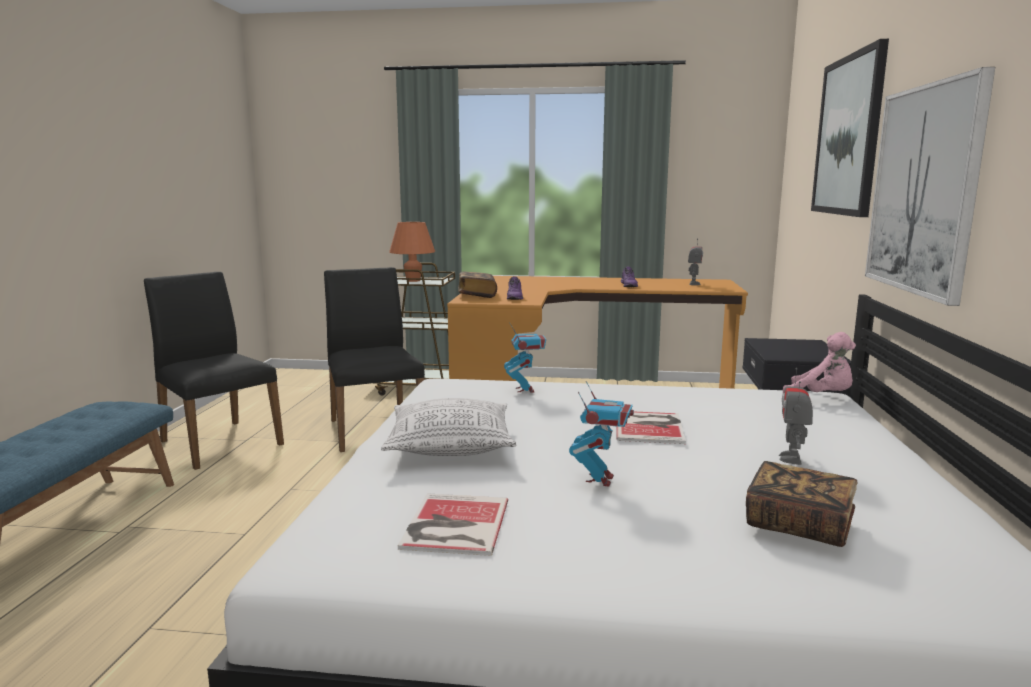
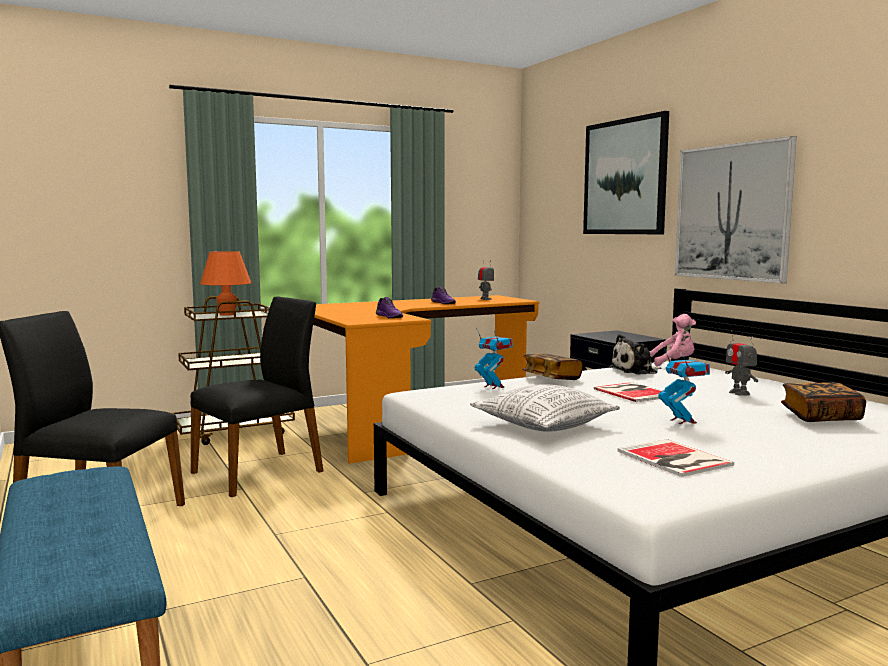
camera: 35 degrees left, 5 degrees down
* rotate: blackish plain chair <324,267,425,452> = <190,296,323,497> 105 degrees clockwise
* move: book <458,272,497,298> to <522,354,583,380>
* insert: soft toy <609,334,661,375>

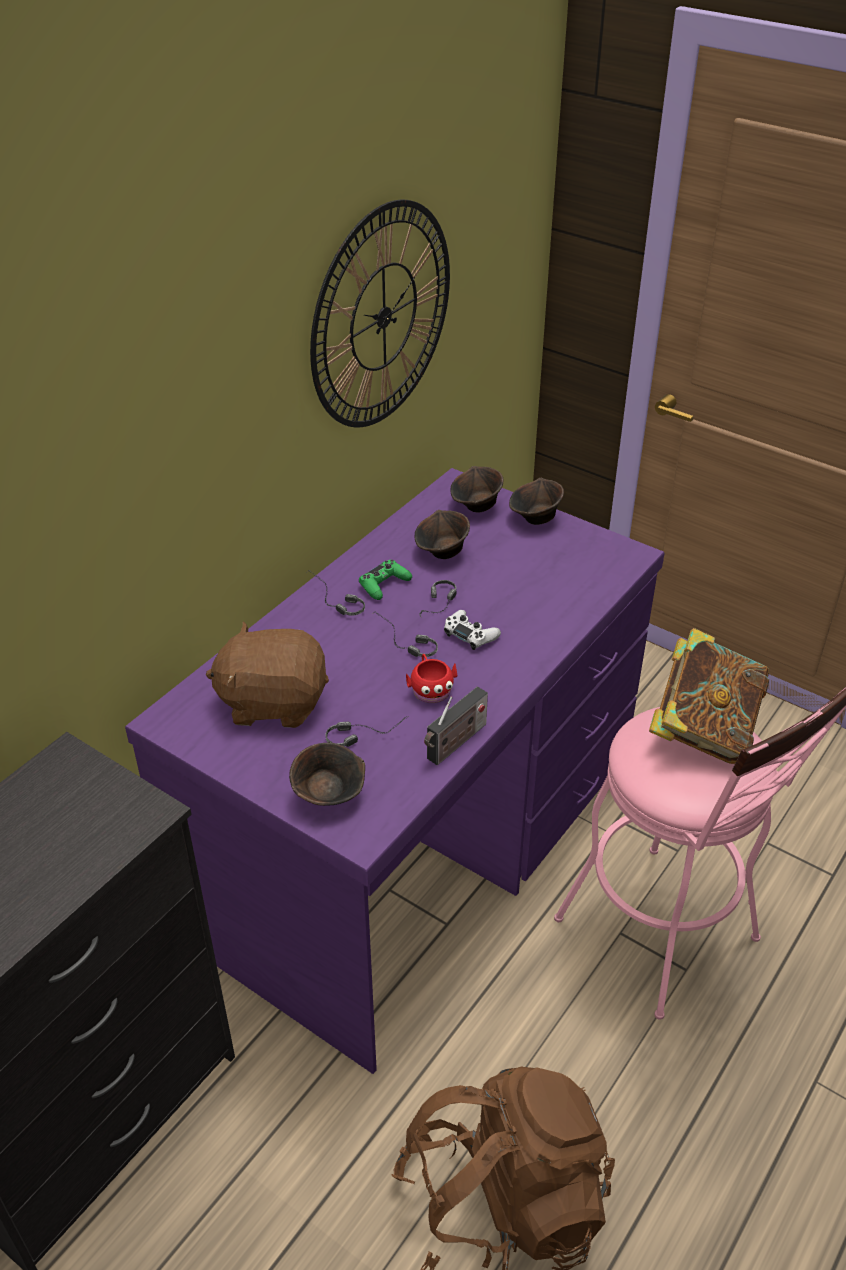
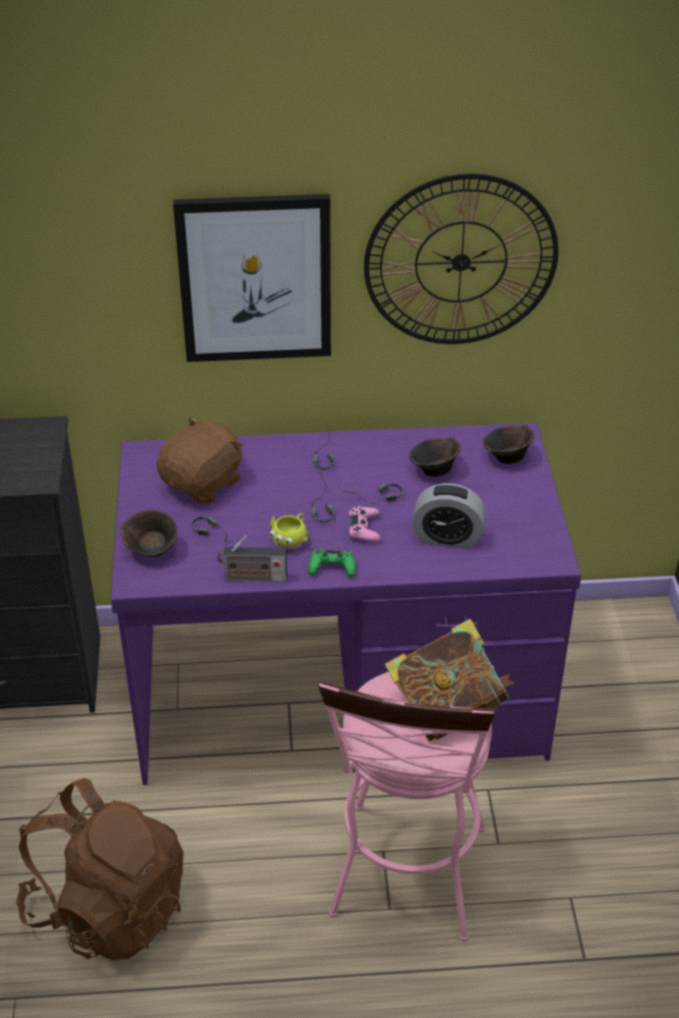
camera: 50 degrees right, 0 degrees up
* delete: brownish serving bowl <509,478,564,525>
* move: green-coloured game controller <359,560,412,600> to <308,549,356,578>
* recolor: whitish game controller <444,610,501,650> to pink game controller <349,506,380,542>
* rotate: brownish soft toy <206,621,329,728> = <156,417,243,504> 75 degrees clockwise
* recolor: red coffee mug <406,654,457,703> to yellowish coffee mug <270,513,309,551>
* insert: picture <173,194,331,362>
* insert: alarm clock <412,483,485,549>

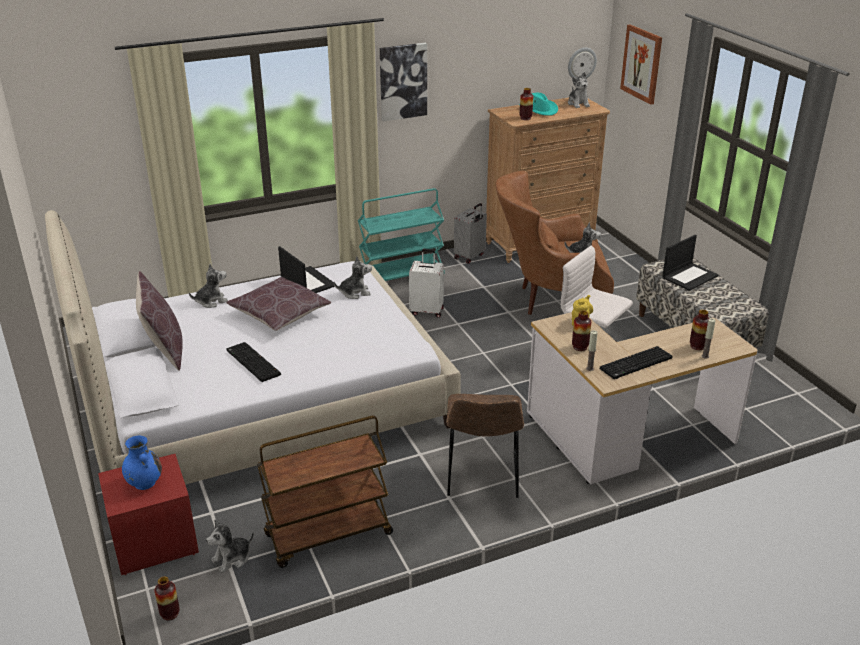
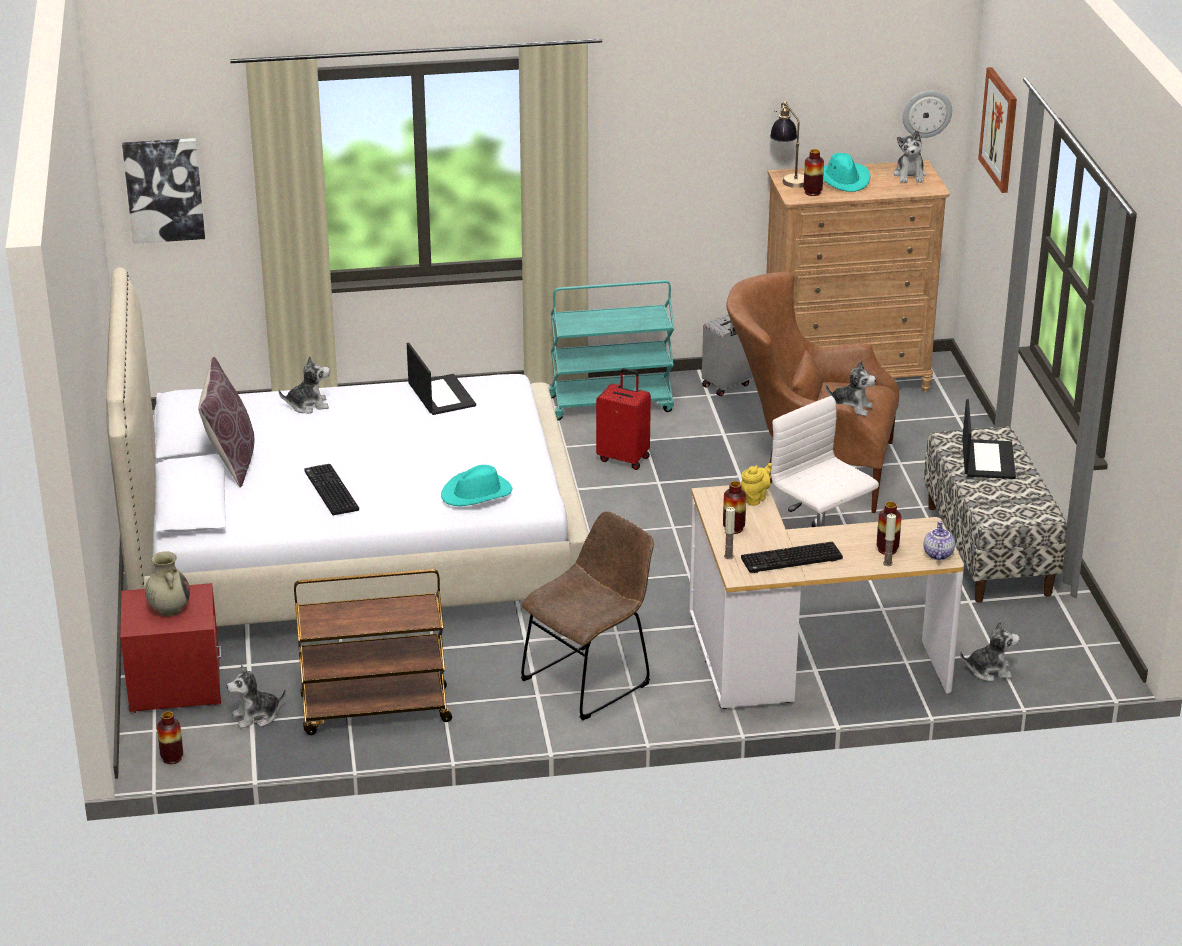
camera: 15 degrees right, 0 degrees up
* move: picture <380,43,427,122> to <122,138,205,244>
* rotate: portable computer <662,235,718,291> = <962,399,1016,479> 60 degrees counterclockwise
* recolor: whitish piece of luggage <409,249,444,318> to red piece of luggage <596,368,651,470>
* move: soft toy <334,256,372,299> to <960,621,1020,682>
* delete: brownish cushion <227,277,331,331>
* rotate: brownish plain chair <446,394,524,498> = <521,511,654,720> 150 degrees counterclockwise
* recolor: bluish decorative vase <122,436,162,490> to sand-coloured decorative vase <145,551,190,616>
* insert: tabletop lamp <770,101,804,188>
* insert: turquoise-coloured wearable hat <441,465,512,506>
* insert: pot for tea <923,521,955,560>

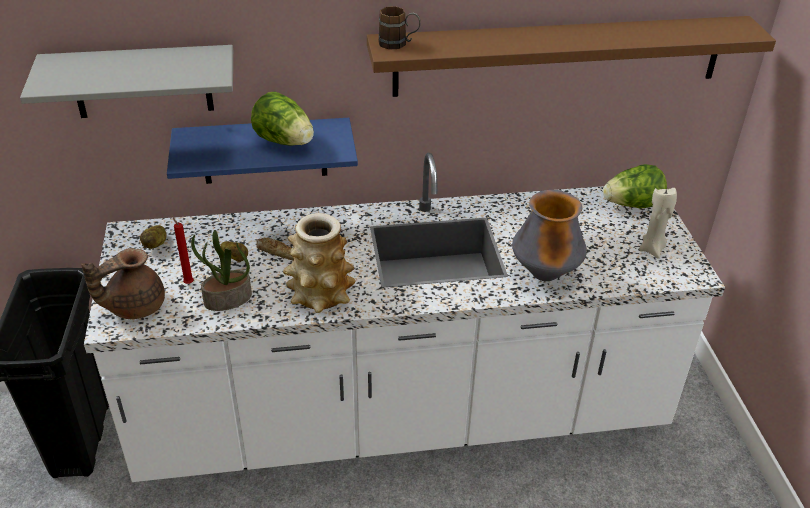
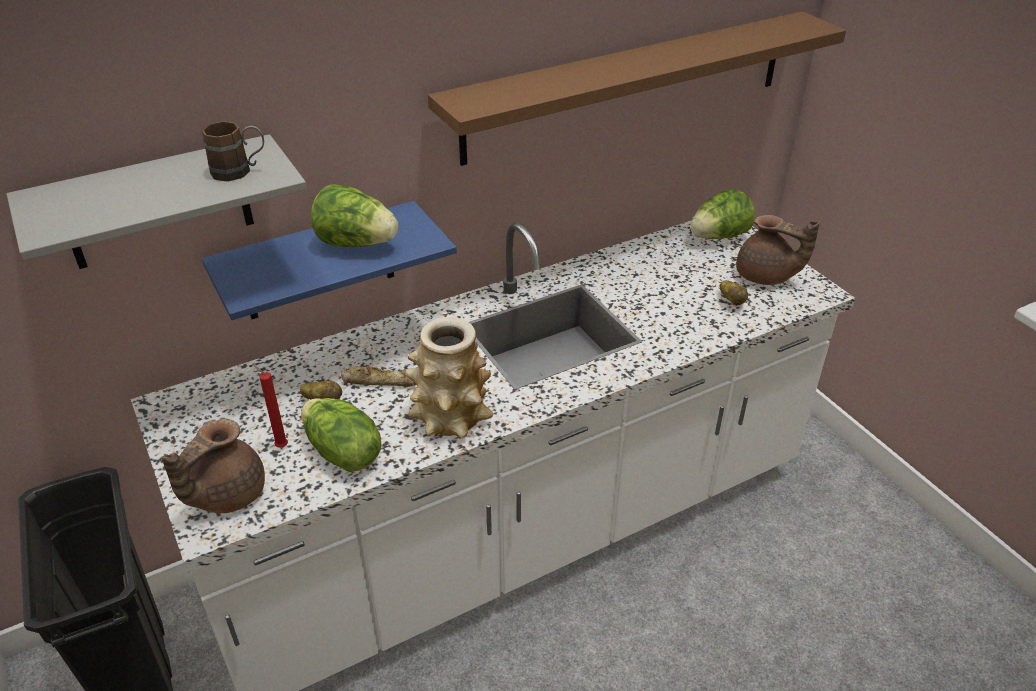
camera: 20 degrees left, 0 degrees up
* move: brownish coffee mug <379,6,421,50> to <202,121,264,181>
* replace: sand-coloured candle <639,188,677,259> to brownish pot for tea <736,215,820,285>
* delete: decorative vase <512,190,587,281>
* move: spud <140,225,167,249> to <719,280,748,306>
* replace: potted plant <191,230,252,311> to lettuce head <301,398,382,472>

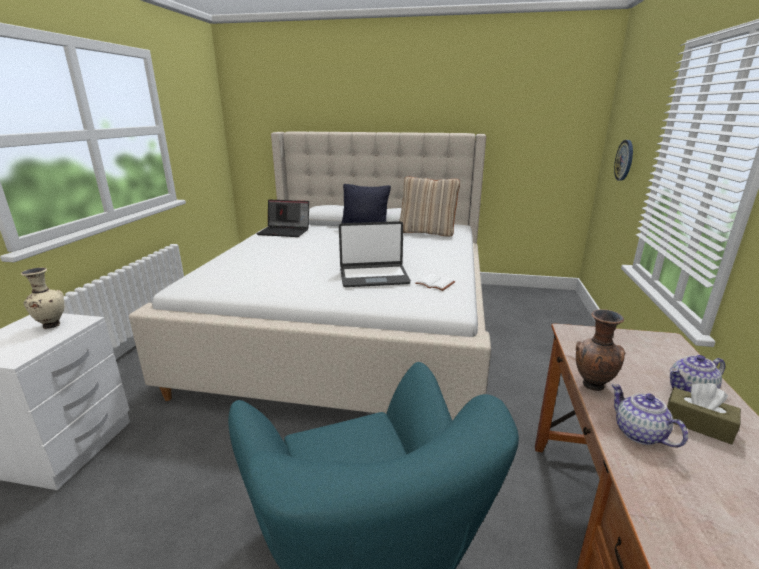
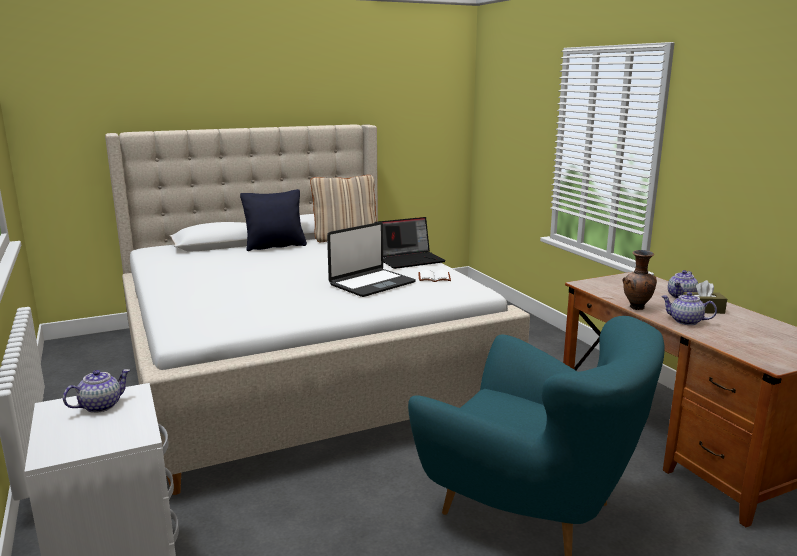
camera: 35 degrees left, 5 degrees down
* delete: clock on the wall <614,140,633,181>
* move: portable computer <257,199,309,237> to <375,217,446,269>
* replace: sand-coloured decorative vase <21,268,64,329> to pot for tea <63,369,130,413>

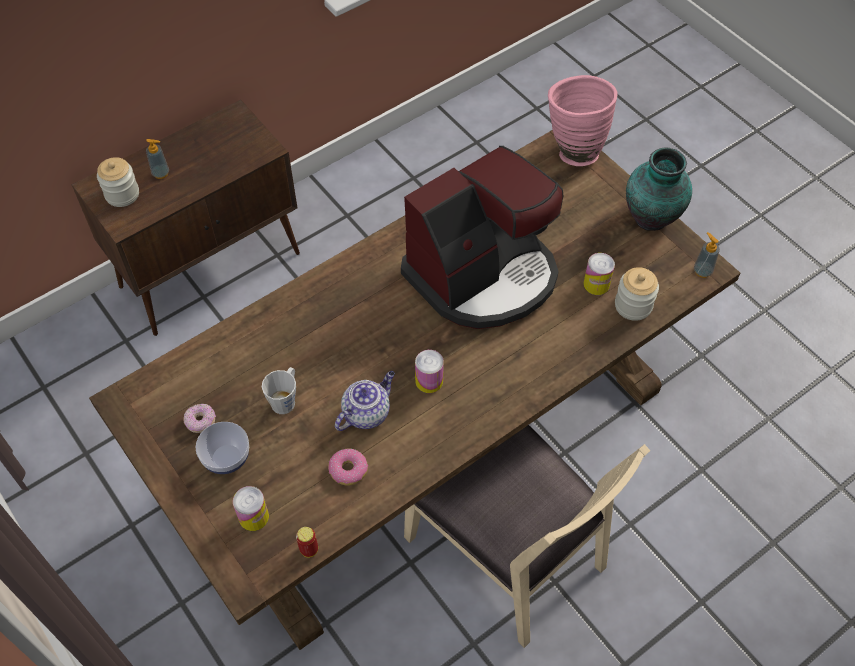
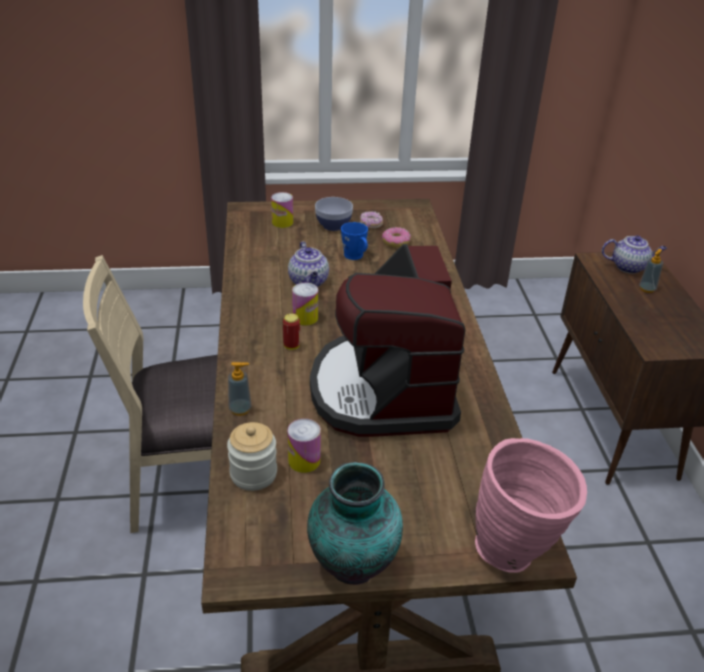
camera: 120 degrees right, 20 degrees down
* replace: jar <97,157,139,207> to pot for tea <602,235,667,274>
* move: soap bottle <694,232,720,278> to <228,362,252,416>
* recolor: grey coffee mug <262,367,296,414> to bluish coffee mug <341,222,368,260>
* move: ring doughnut <328,448,368,486> to <382,227,411,248>
* move: can <296,527,318,557> to <283,314,300,350>

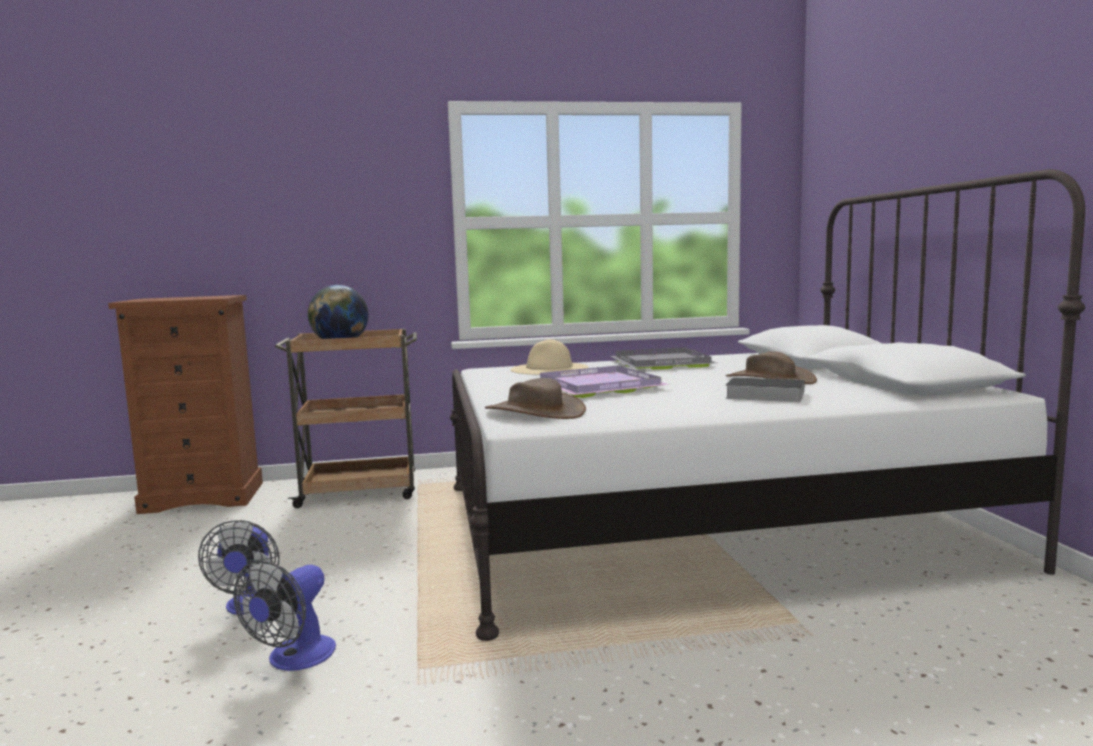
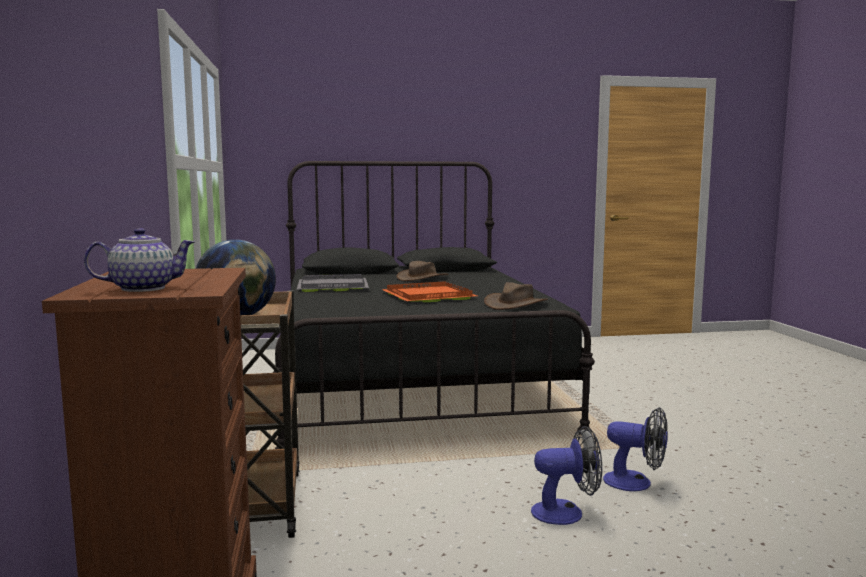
camera: 90 degrees left, 0 degrees up
* recolor: whitish bedroom bed <450,169,1085,641> to blackish bedroom bed <273,161,595,449>
* delete: sand-coloured wearable hat <510,339,588,375>
* recolor: purple-coloured serving tray <540,366,670,398> to orange-coloured serving tray <381,281,477,302>
* delete: book <725,377,805,402>
* insert: pot for tea <84,228,195,292>

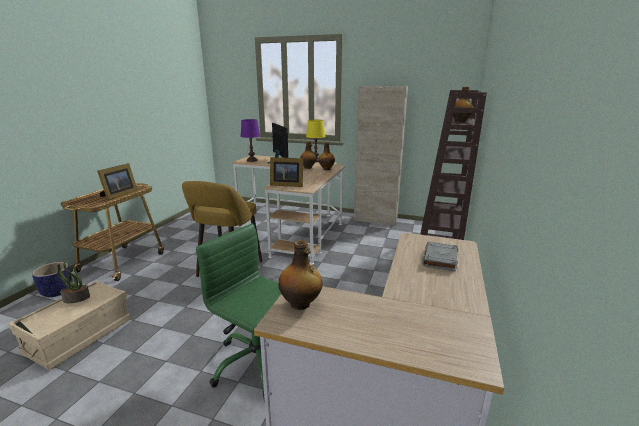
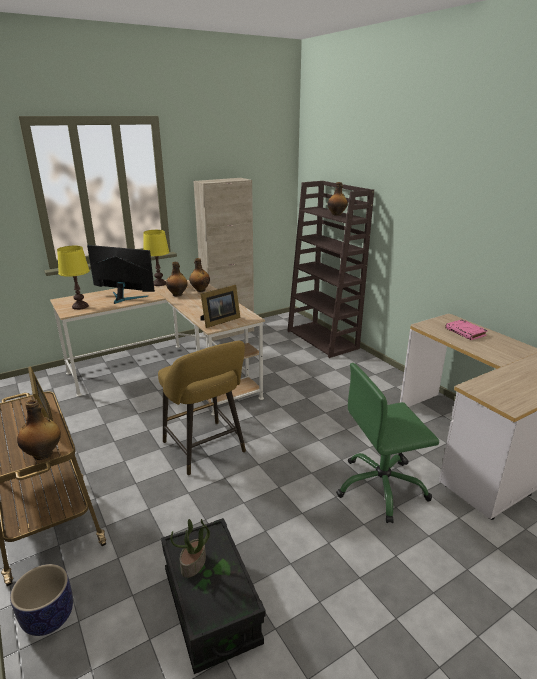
camera: 50 degrees left, 5 degrees up
* recolor: purple-coloured tabletop lamp <240,119,260,162> to yellowish tabletop lamp <57,246,90,310>
* move: bottle <278,240,323,310> to <17,399,61,460>
* recolor: grey book <422,242,458,272> to pink book <445,319,488,340>
* recolor: sand-coloured storage box <8,281,131,370> to blackish storage box <161,518,266,674>

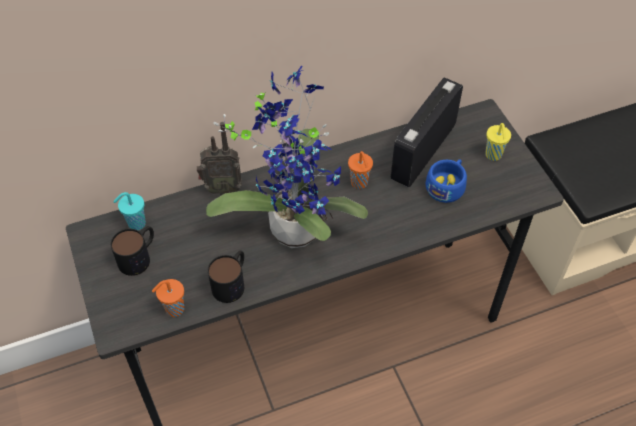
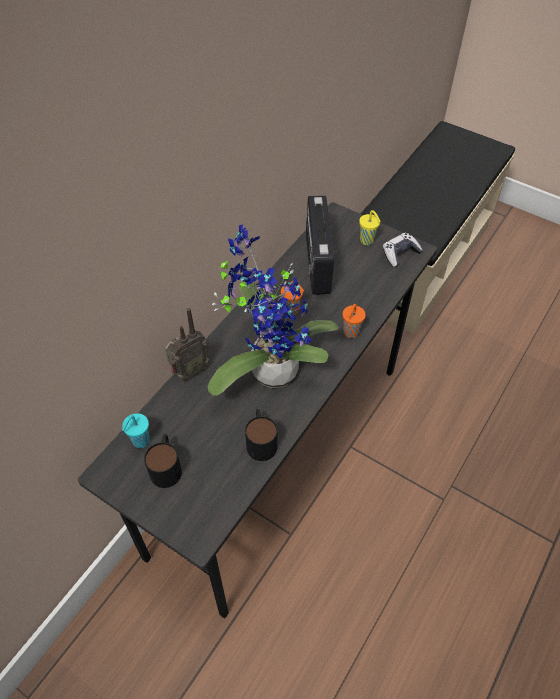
camera: 35 degrees left, 0 degrees up
* delete: bluish small cup <425,159,467,203>
* move: orange-coloured small cup <152,279,184,317> to <343,304,366,338>
* insert: game controller <383,233,423,267>

